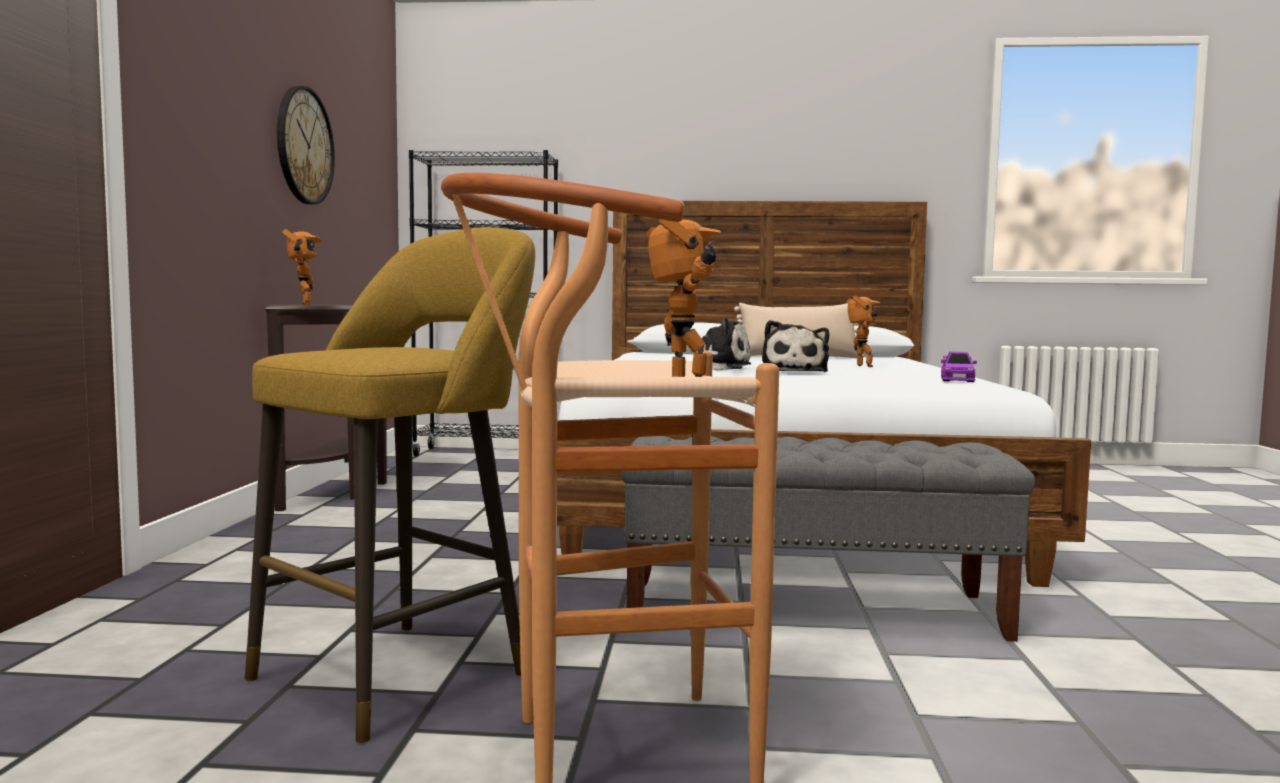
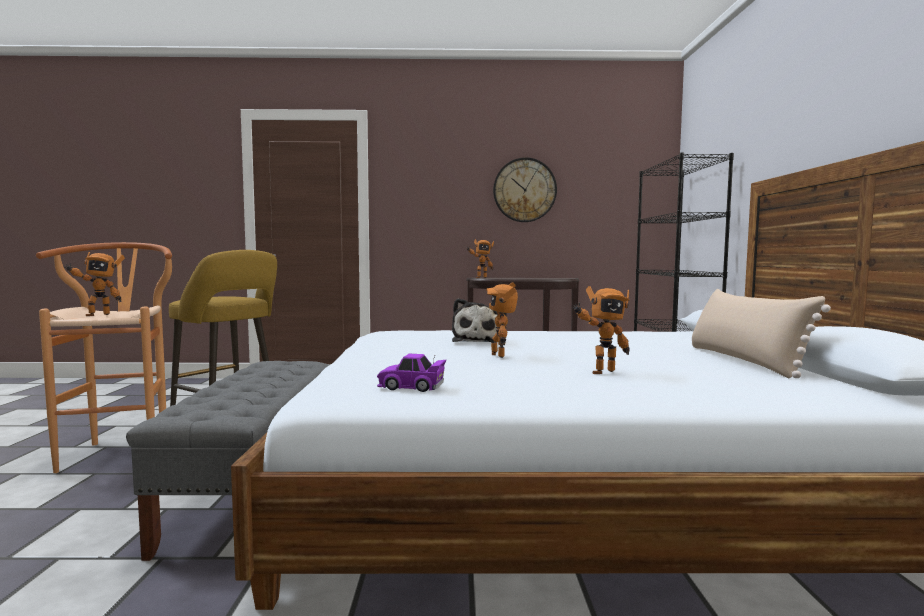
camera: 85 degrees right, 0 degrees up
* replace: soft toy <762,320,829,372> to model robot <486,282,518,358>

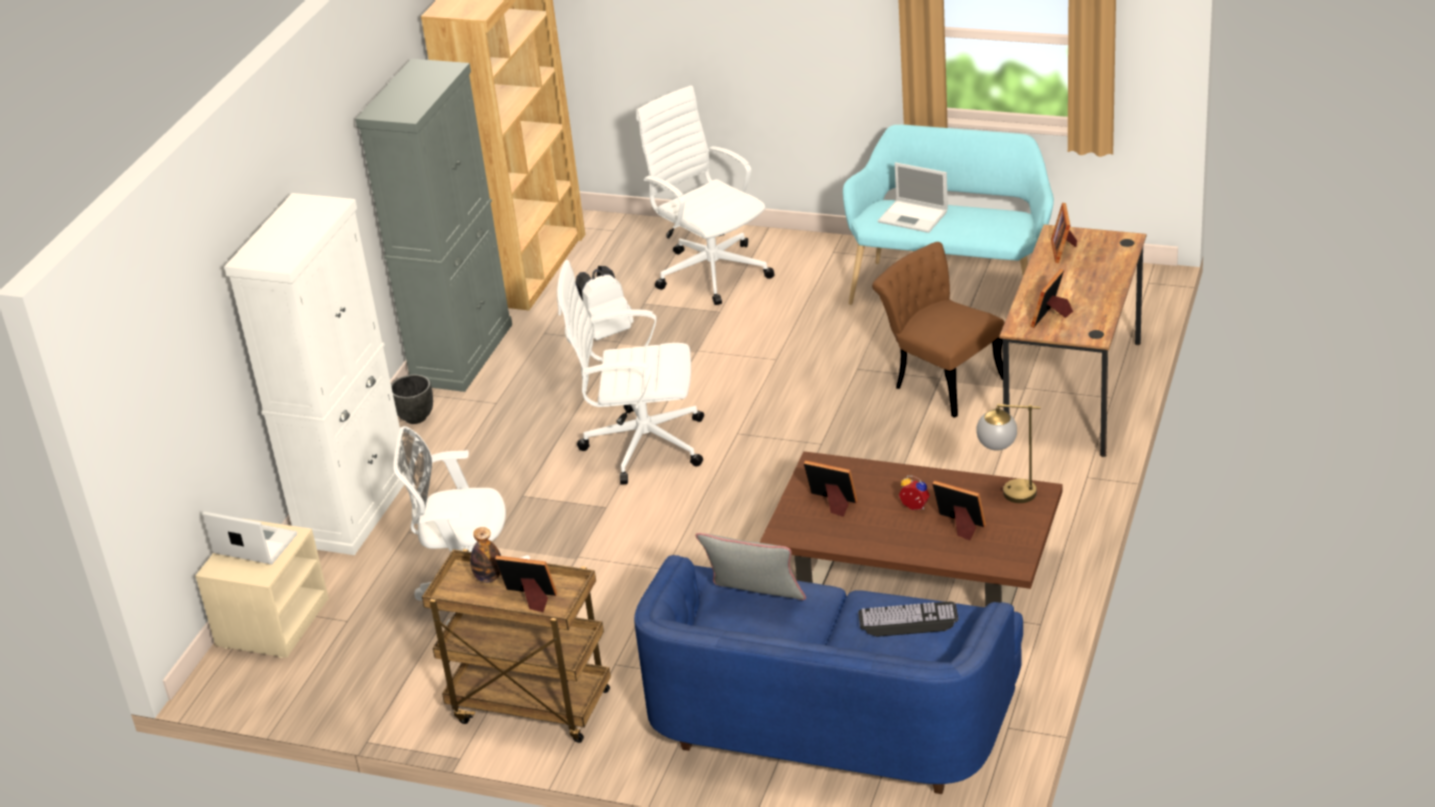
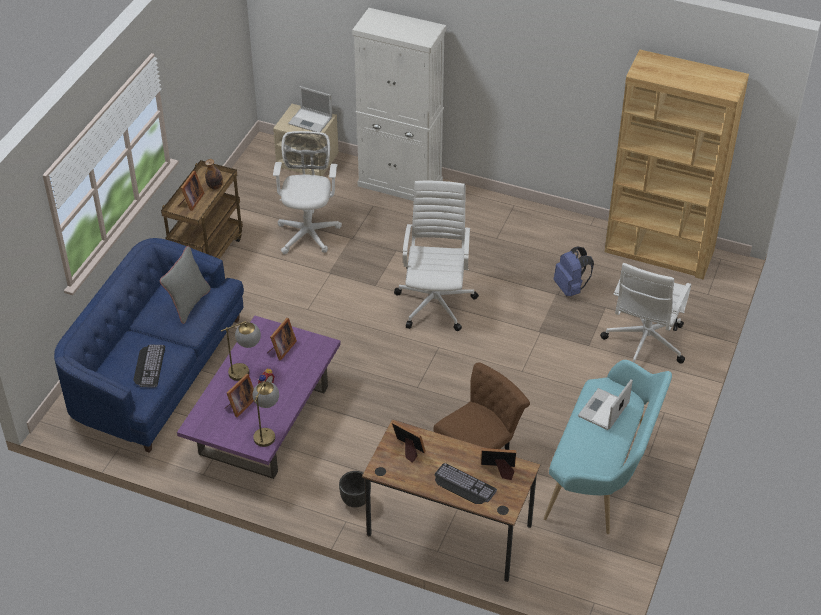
camera: 90 degrees right, 10 degrees up
* delete: grey cupboard <355,59,512,392>
* rotate: whitish computer chair <636,85,774,305> = <600,263,691,363> 150 degrees clockwise
* recolor: whitish backpack <576,266,634,341> to bluish backpack <554,246,594,296>
* move: blackish plant pot <391,375,433,424> to <339,471,371,507>
* recolor: brownish lounge table <759,451,1063,607> to purple-coloured lounge table <177,316,341,479>
* rotate: portable computer <203,512,297,565> = <288,86,332,132> 90 degrees clockwise
* insert: tabletop lamp <221,321,261,381>
* insert: keyboard <434,463,497,504>

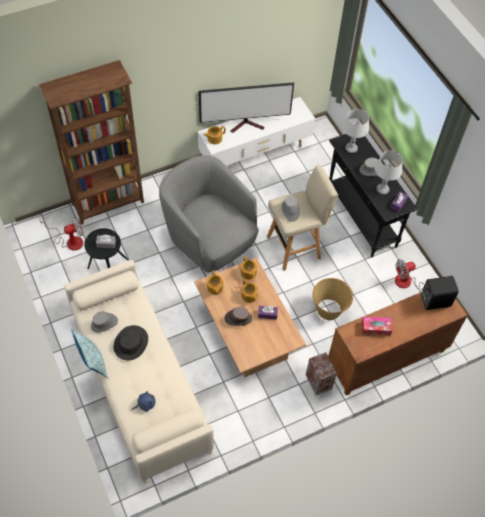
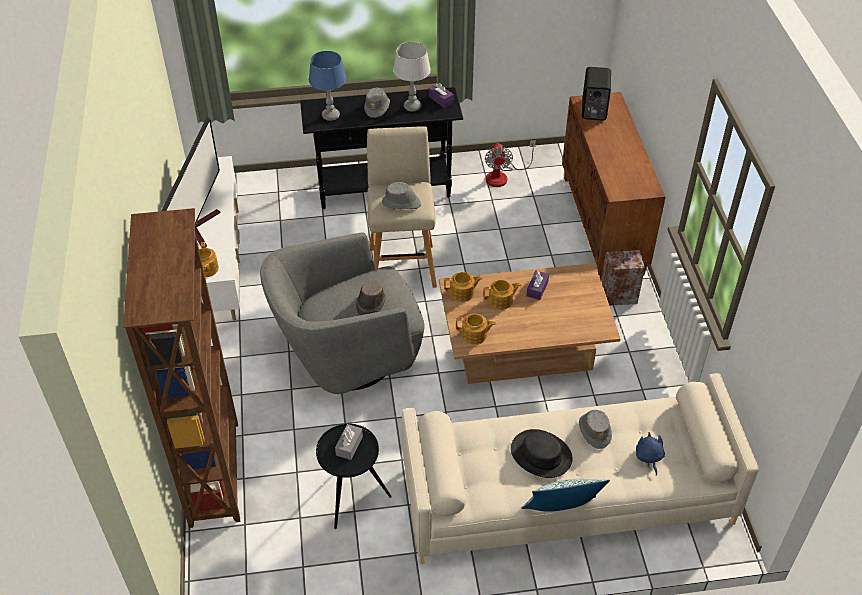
camera: 70 degrees left, 10 degrees down
* recolor: grey tabletop lamp <343,109,369,153> to bluish tabletop lamp <309,51,347,121>
* delete: fan <40,217,83,251>
* delete: household basket <312,278,353,320>
* move: brownish wearable hat <224,307,252,326> to <356,281,386,316>
* move: grey wearable hat <91,312,118,333> to <579,410,612,449>
* delete: tissue box <362,317,392,336>

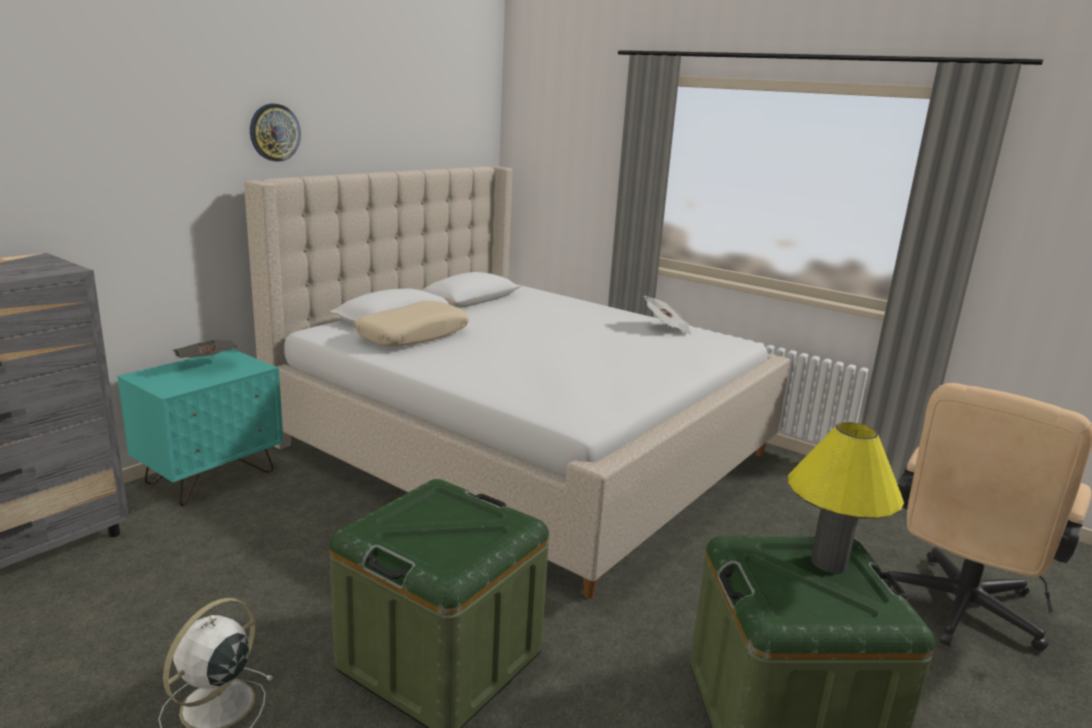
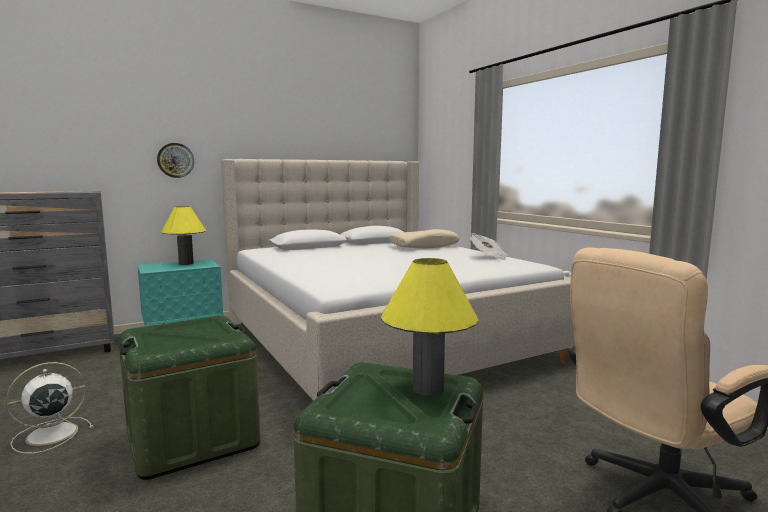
camera: 25 degrees right, 10 degrees down
* move: clock on the wall <250,104,301,162> to <157,143,194,178>
* move: sand-coloured cushion <354,301,469,347> to <389,229,459,248>
* replace: daily paper <173,340,237,358> to yellowish tabletop lamp <161,206,206,265>

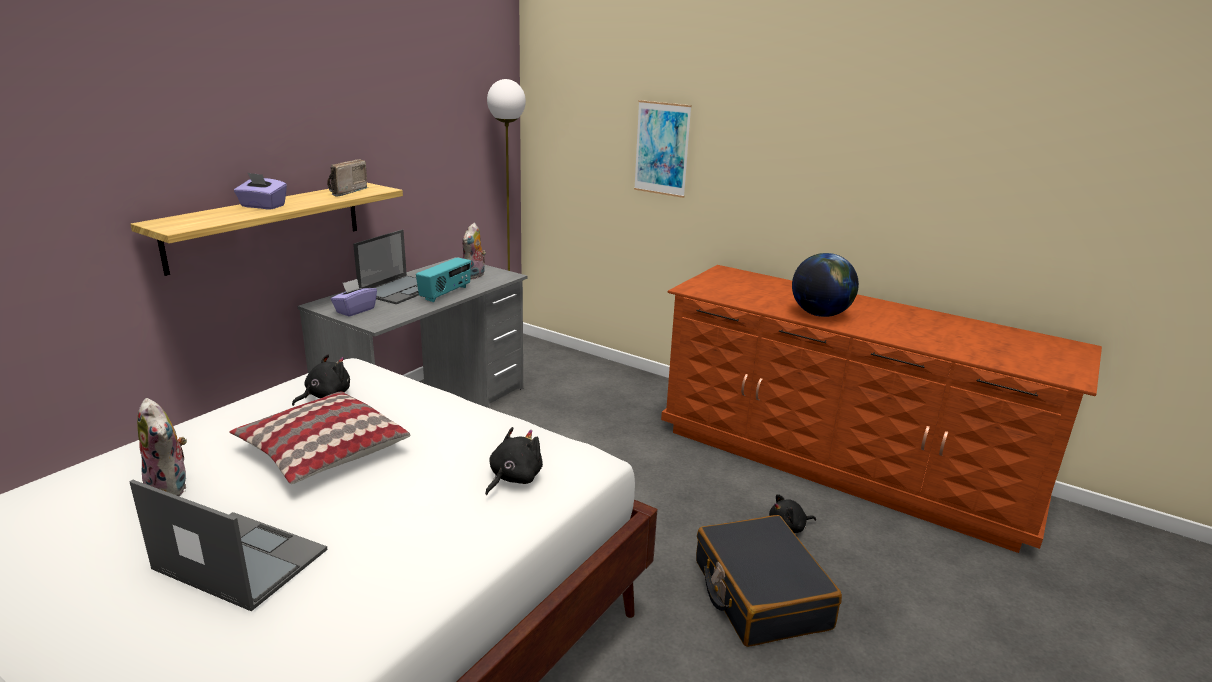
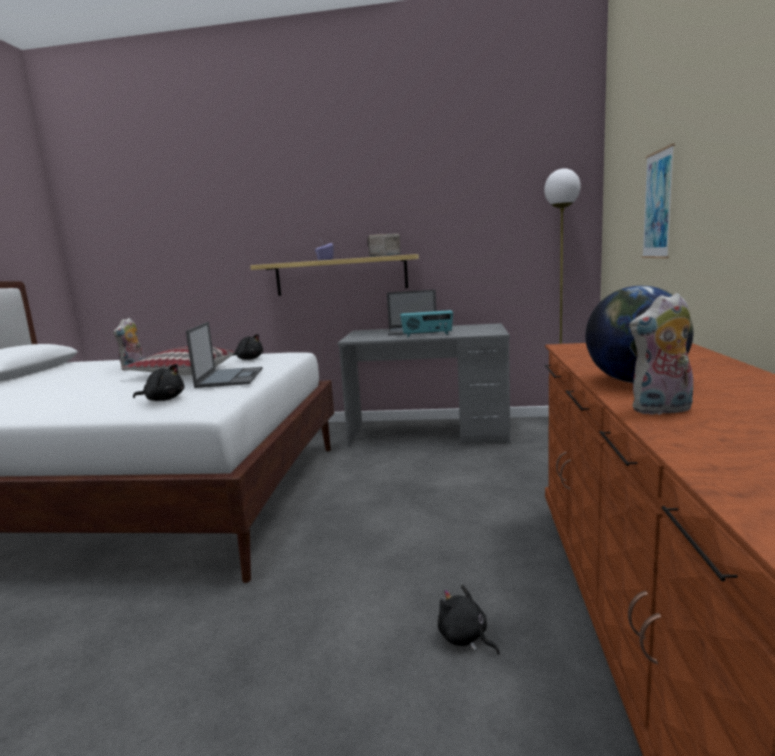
camera: 65 degrees right, 10 degrees down
* move: soft toy <462,223,486,280> to <629,293,693,415>
* delete: purple-coloured tissue box <331,279,377,316>
* move: portable computer <130,480,327,611> to <186,322,263,388>
* delete: blackish piece of luggage <696,515,842,647>

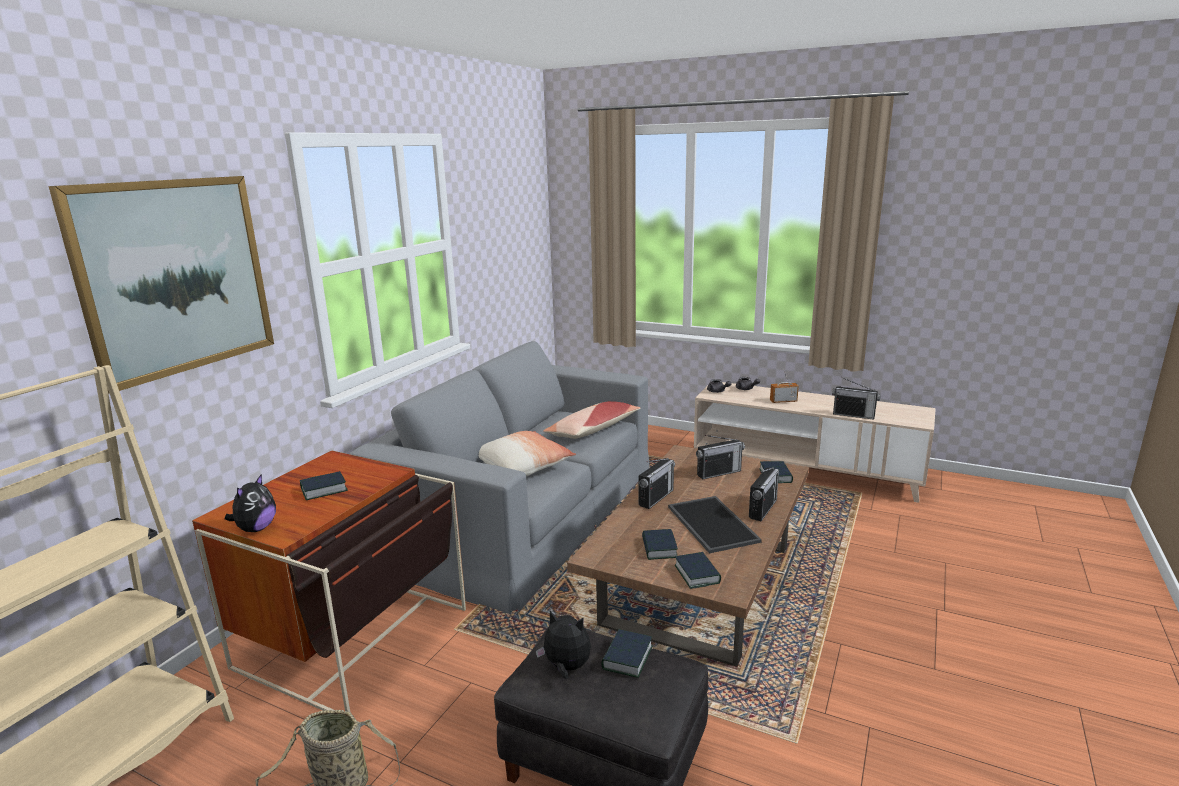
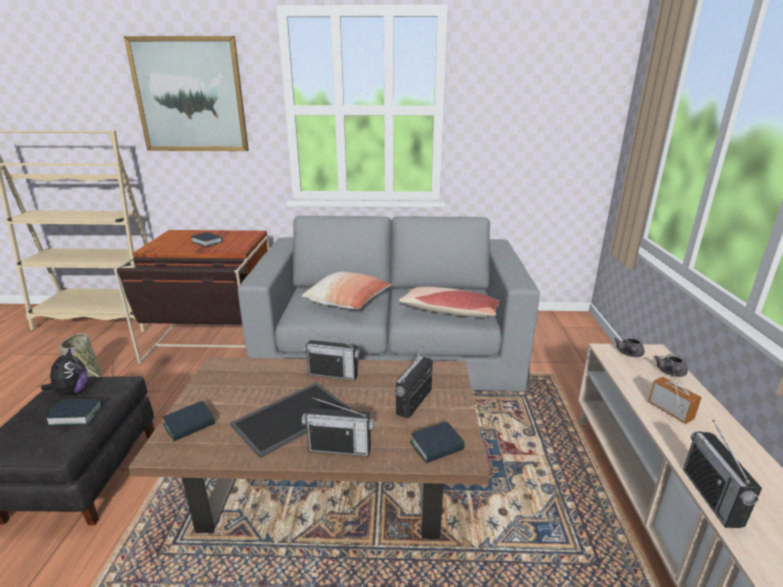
camera: 65 degrees right, 5 degrees up
* rotate: radio <696,435,745,479> = <395,346,433,418> 75 degrees clockwise
* delete: soft toy <225,474,276,532>
* delete: book <642,529,678,560>

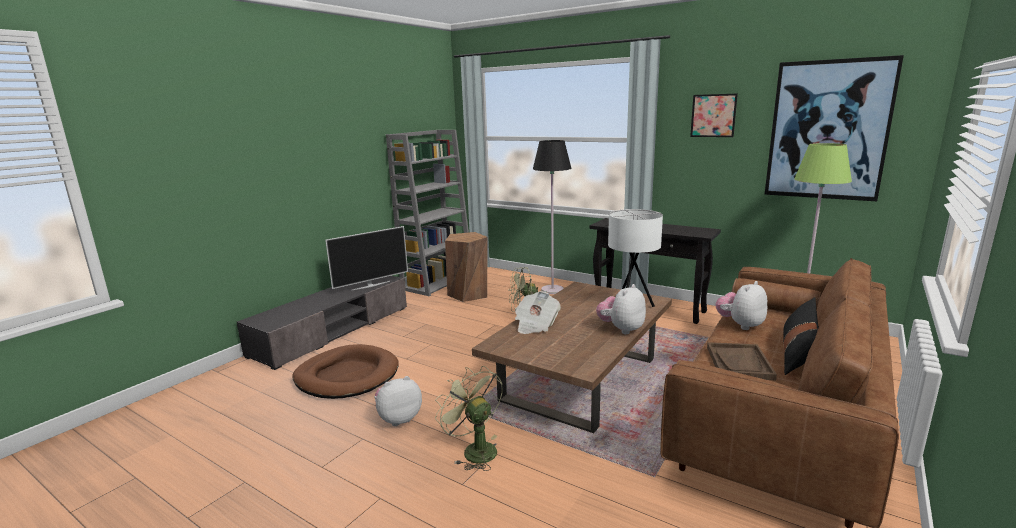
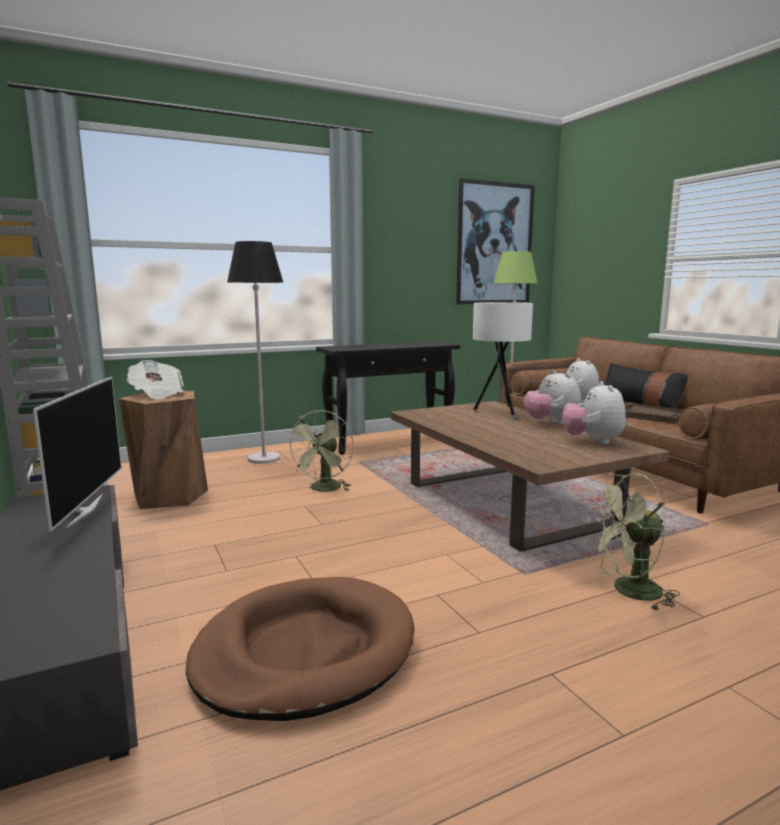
camera: 60 degrees left, 5 degrees down
* delete: picture <690,94,738,137>
* move: daily paper <515,291,561,334> to <127,360,184,399>
* move: soft toy <374,376,422,426> to <562,381,626,444>

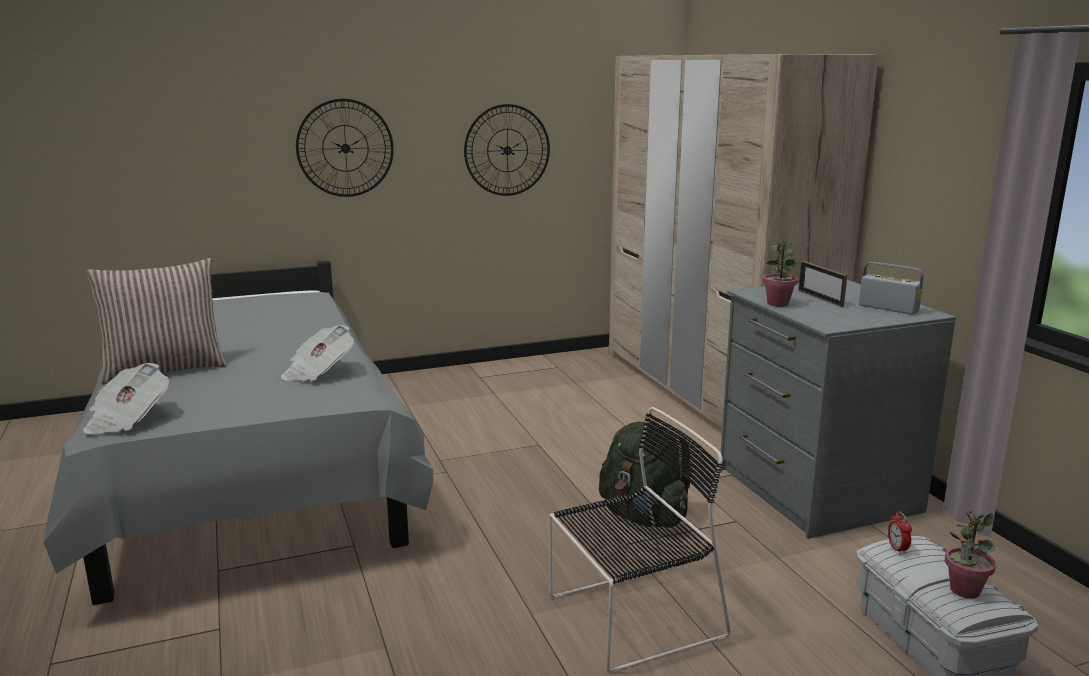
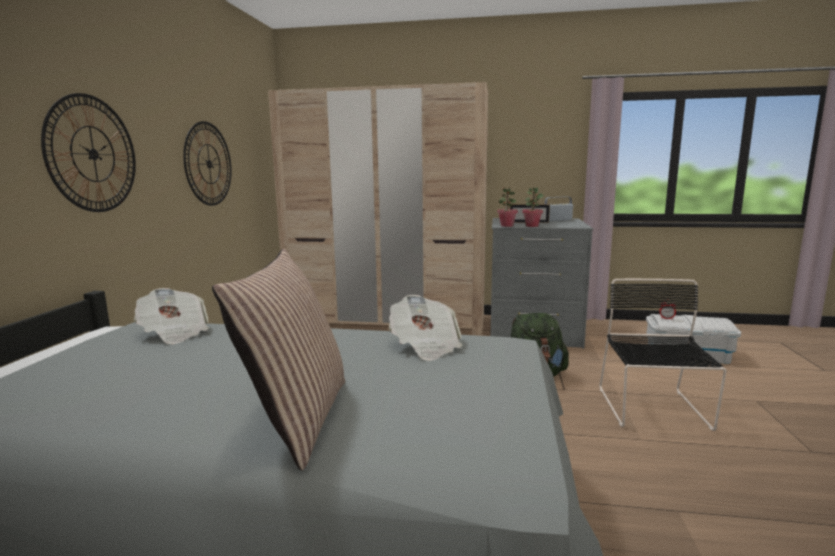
camera: 60 degrees left, 5 degrees down
* move: daily paper <83,363,169,434> to <134,288,209,344>
* move: potted plant <945,510,996,599> to <497,188,518,227>

